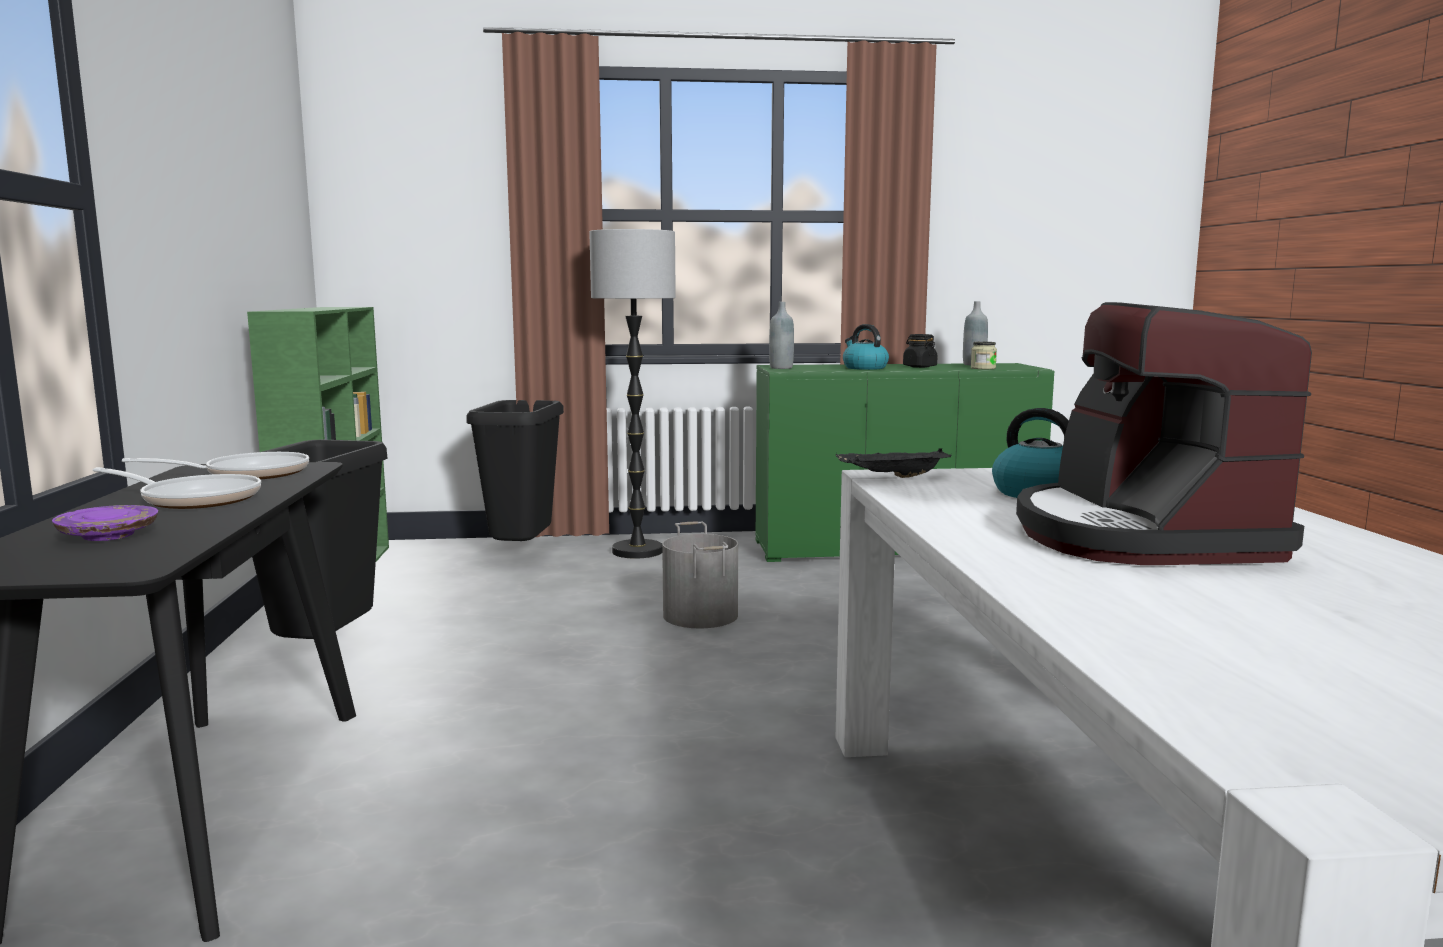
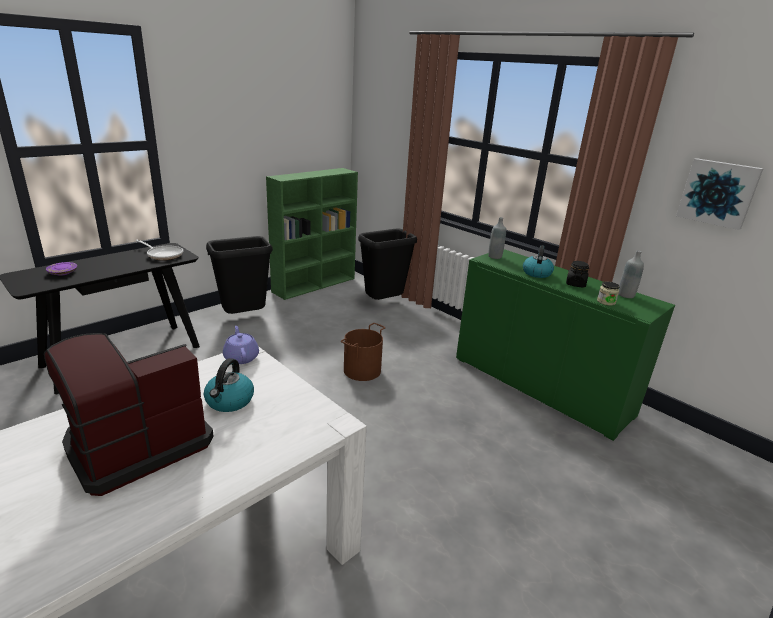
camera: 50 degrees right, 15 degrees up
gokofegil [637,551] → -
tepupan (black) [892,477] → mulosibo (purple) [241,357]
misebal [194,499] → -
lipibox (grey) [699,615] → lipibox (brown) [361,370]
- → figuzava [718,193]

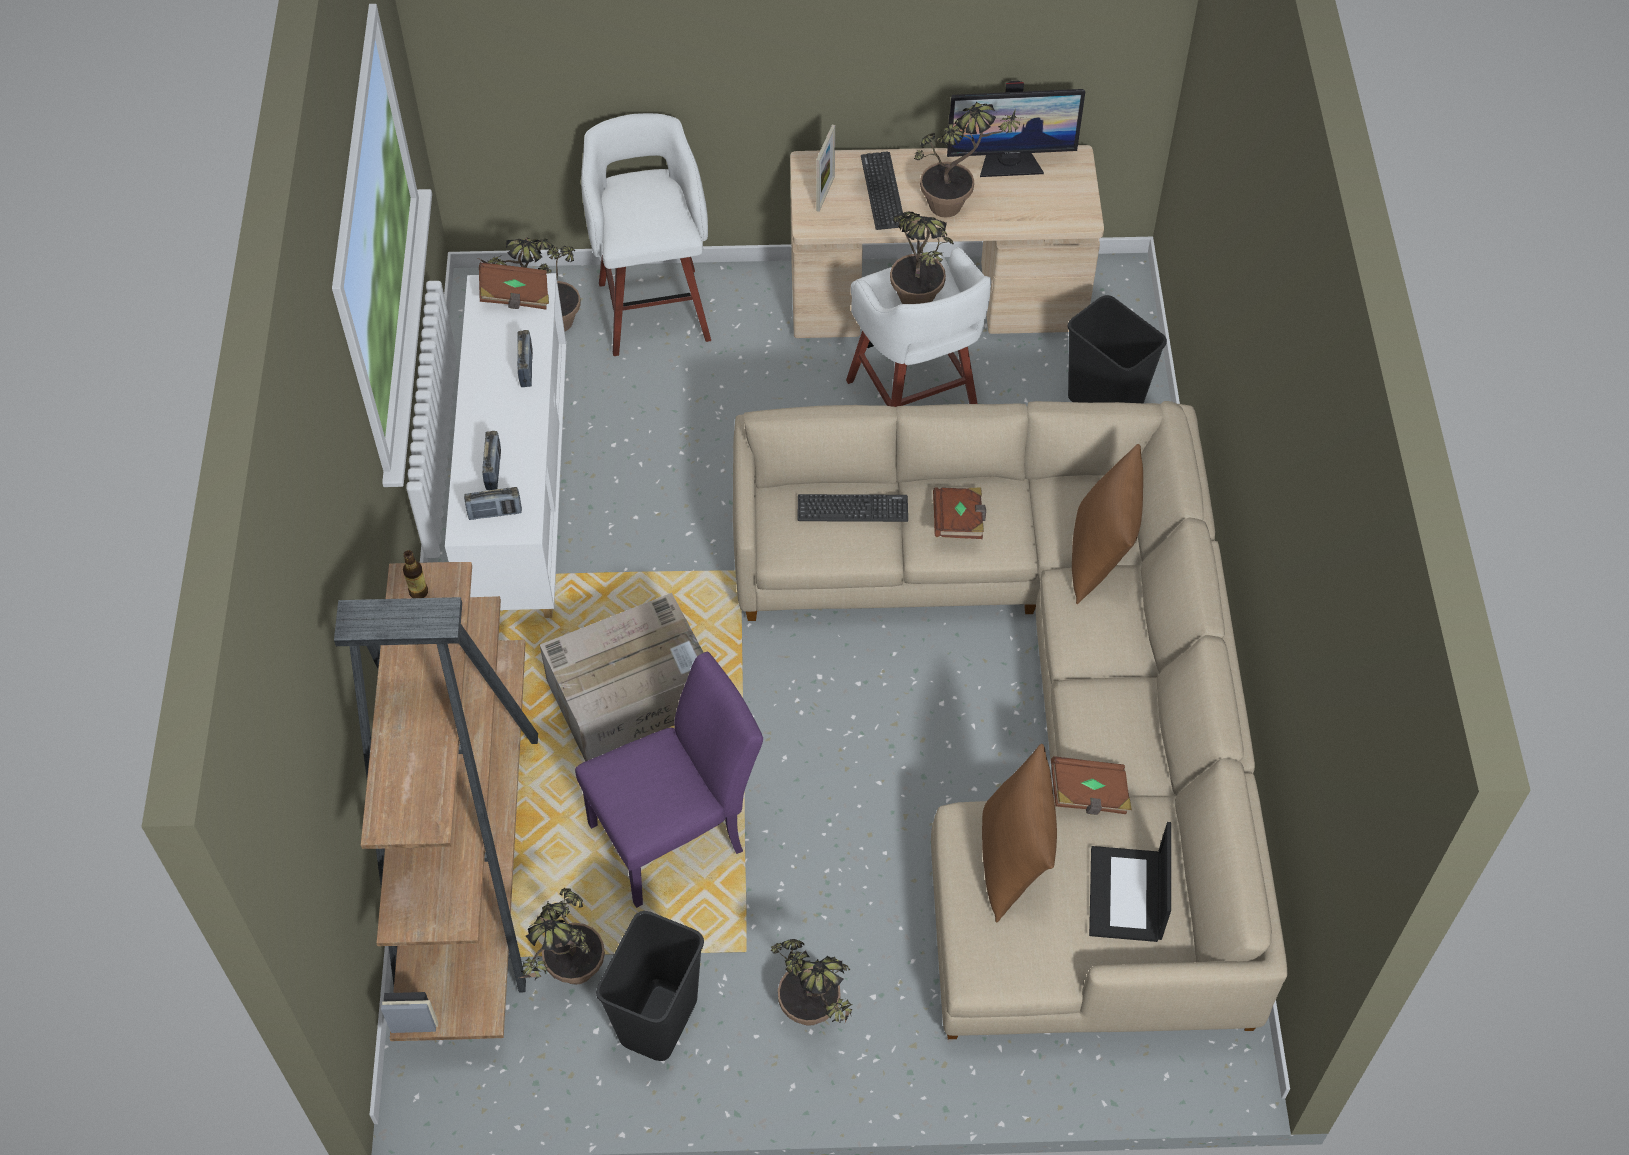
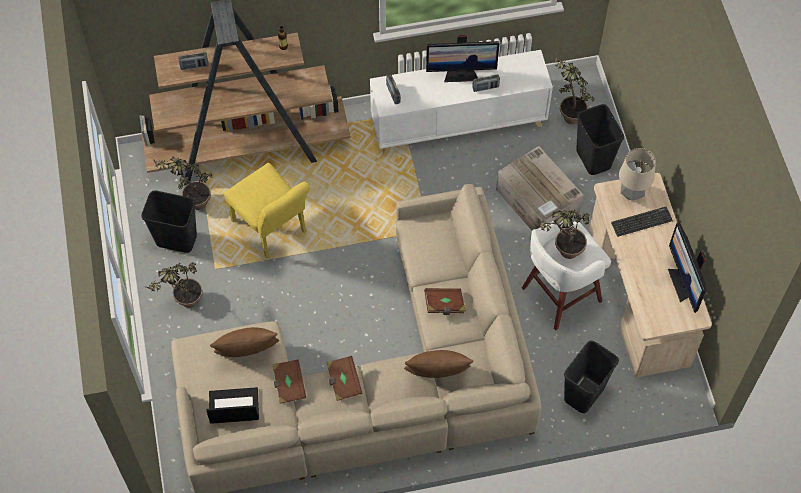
camera: 80 degrees right, 5 degrees up
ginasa [957,207] → -
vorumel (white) [654,307] → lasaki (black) [594,159]
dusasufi [825,193] → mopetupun [631,194]
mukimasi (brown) [515,297] → mukimasi (brown) [343,382], move
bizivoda [493,470] → bizivoda [194,66], move
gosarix [852,508] → -
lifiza [633,694] → lifiza [538,202], move
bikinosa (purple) [678,833] → bikinosa (yellow) [272,230]
- → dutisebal [460,74]

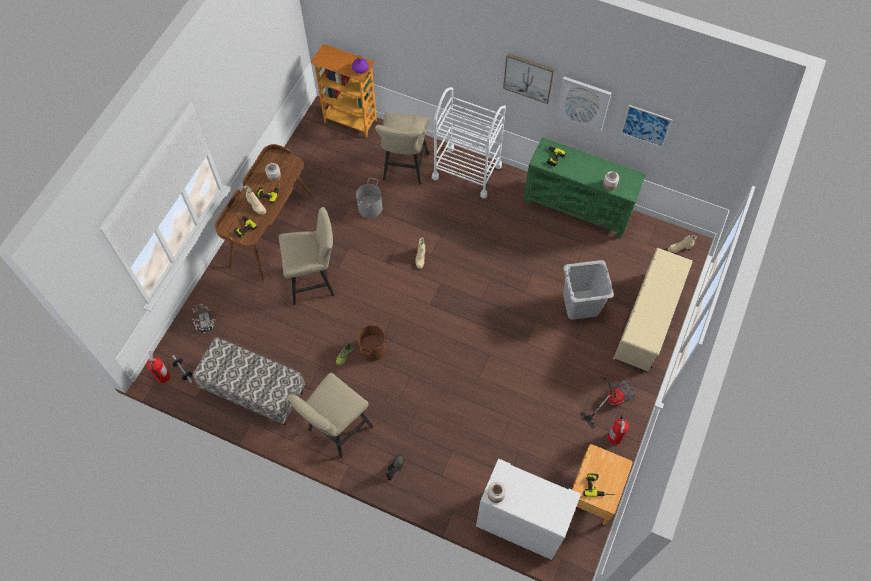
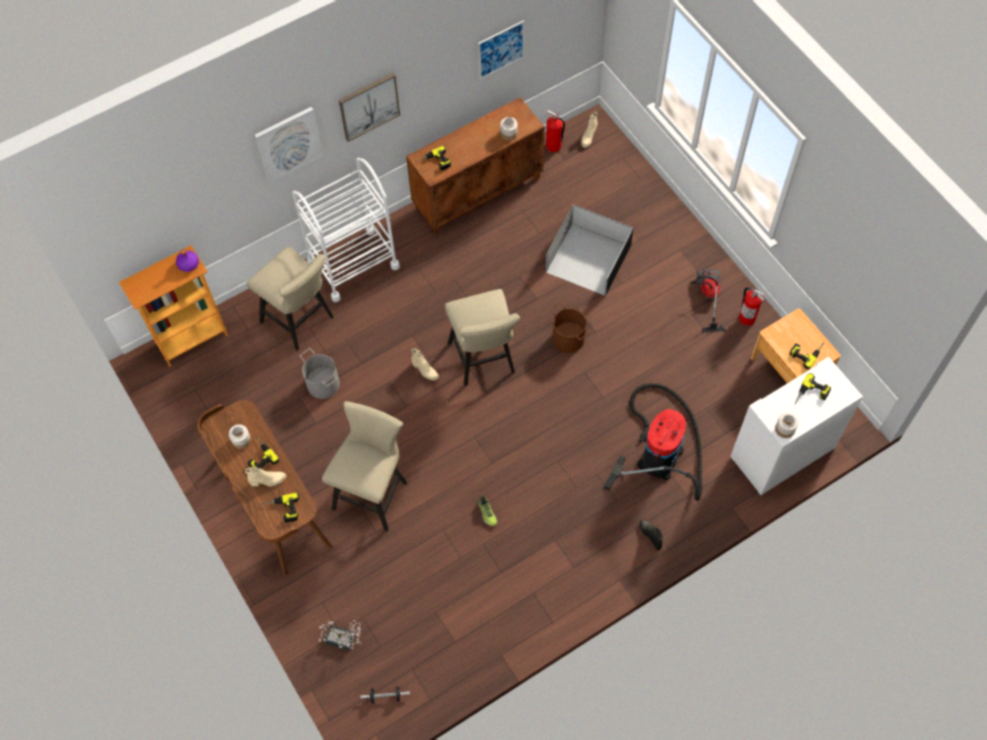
camera: 55 degrees left, 0 degrees up
figuzava [583,103] → figuzava [288,143], move
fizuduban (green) [577,208] → fizuduban (brown) [478,192]
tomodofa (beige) [646,322] → -
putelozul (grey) [580,304] → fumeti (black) [587,258]
lipibox (brown) [372,348] → lipibox (brown) [568,338], move
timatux [254,391] → -
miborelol [162,377] → miborelol [553,146], move
vorumel (beige) [336,430] → vorumel (beige) [483,361], move
- → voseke [811,395]
- → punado [661,452]

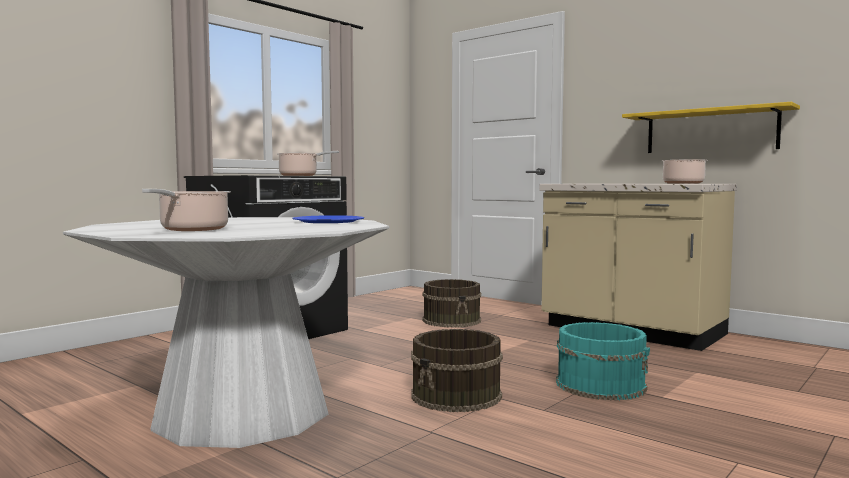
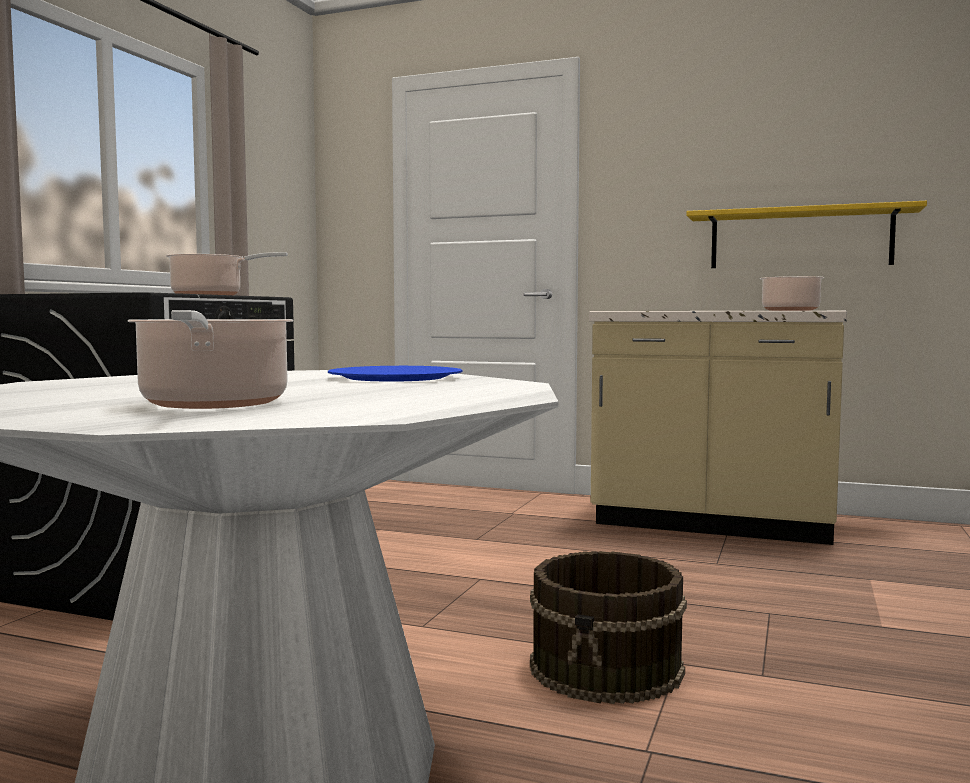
camera: 20 degrees left, 0 degrees up
lipibox (brown) [452,320] → -
lipibox (turquoise) [601,385] → -

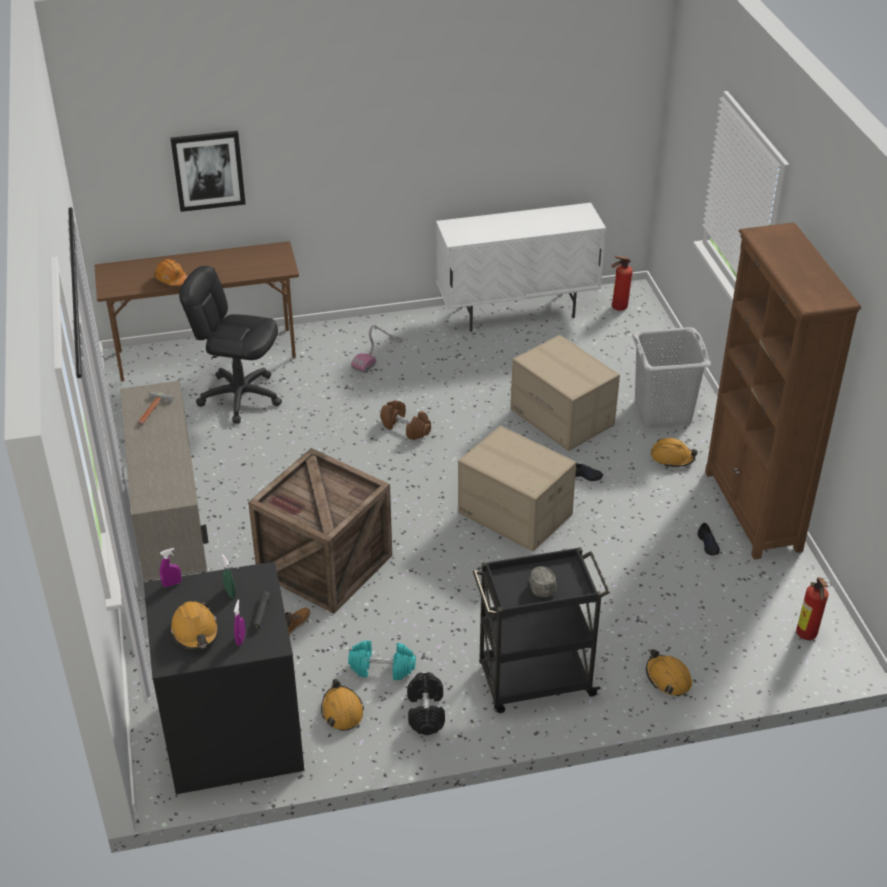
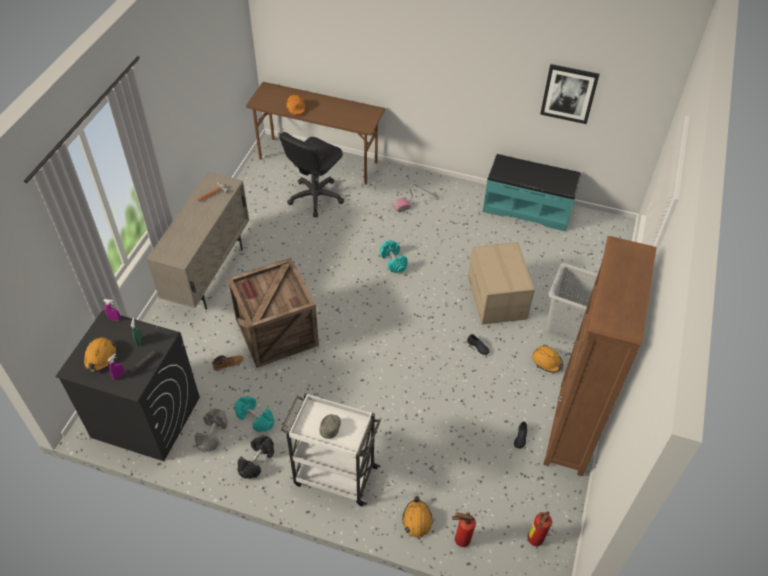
camera: 30 degrees right, 10 degrees up
figuzava [208,170] → figuzava [569,93], move
fizuduban (white) [517,312] → timatux (turquoise) [527,208]
miborelol [617,308] → miborelol [459,540], move
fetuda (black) [240,396] → fetuda (black) [315,197], 105 degrees counterclockwise
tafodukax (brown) [406,428] → tafodukax (turquoise) [393,261]
lifiza [514,514] → -
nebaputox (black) [534,681] → nebaputox (white) [334,475]
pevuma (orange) [342,711] → tafodukax (grey) [212,434]

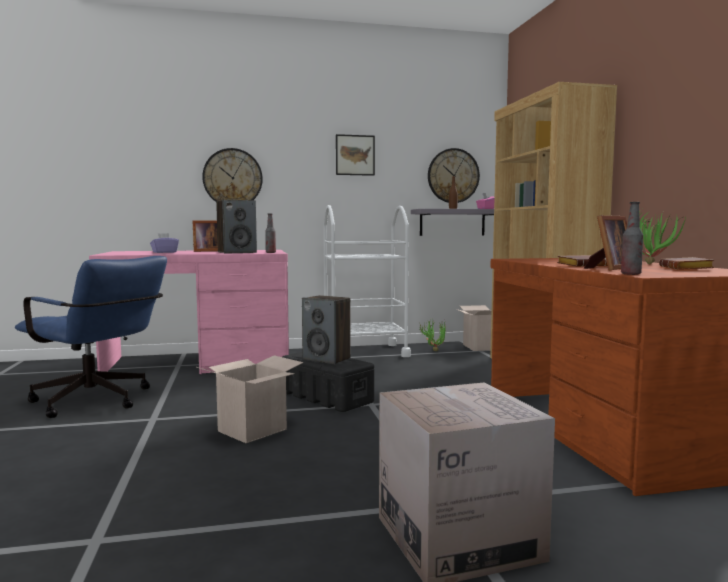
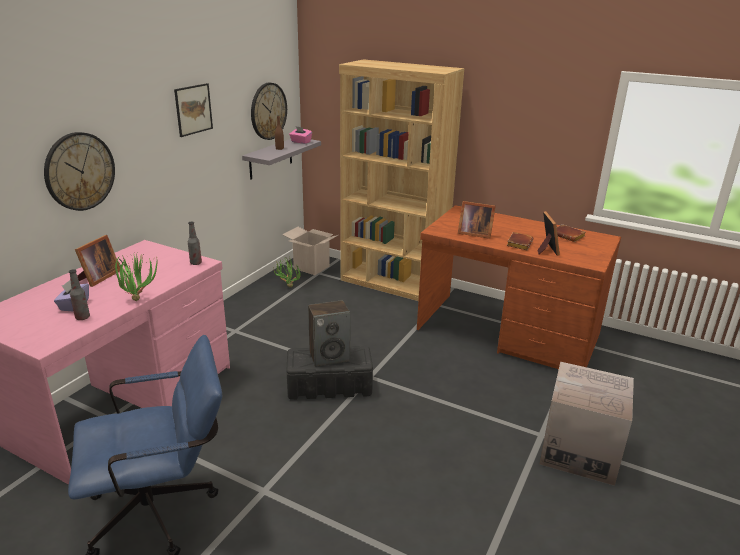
camera: 50 degrees left, 20 degrees up
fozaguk [237,252] → -
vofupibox [630,274] → vofupibox [82,317], move
nebaputox (white) [364,352] → -
ginasa [652,263] → ginasa [138,297], move
lifiza [252,430] → -
- → dusasufi [474,233]

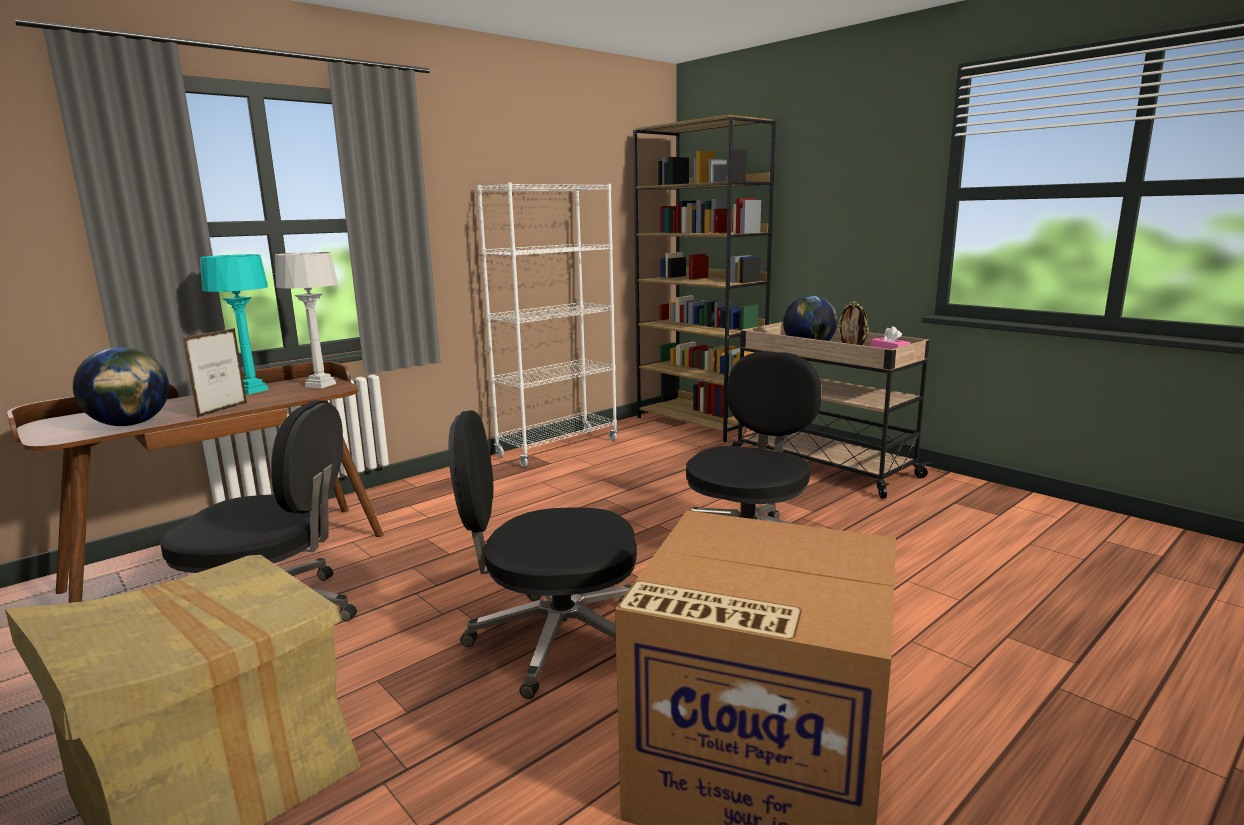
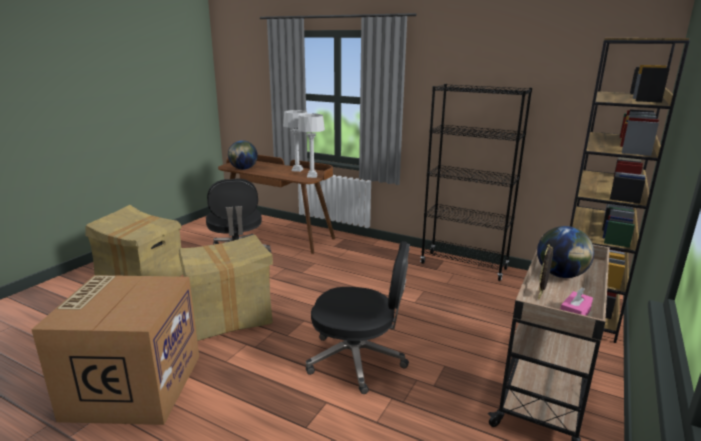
camera: 70 degrees right, 5 degrees up
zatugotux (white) [558,448] → zatugotux (black) [464,266]
mopetupun (turquoise) [252,390] → mopetupun (grey) [297,170]
dusasufi [223,410] → -
fetuda (black) [555,639] → lifiza [229,316]

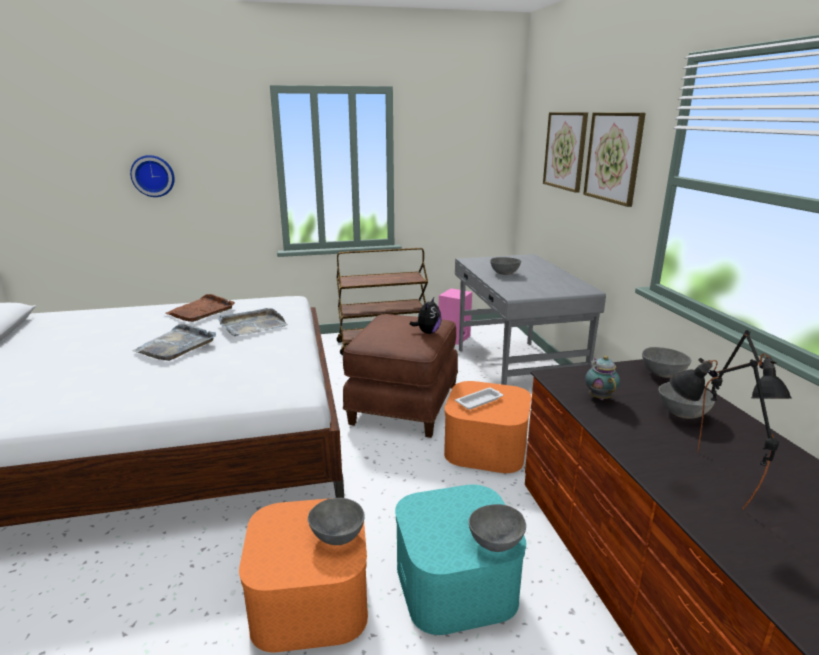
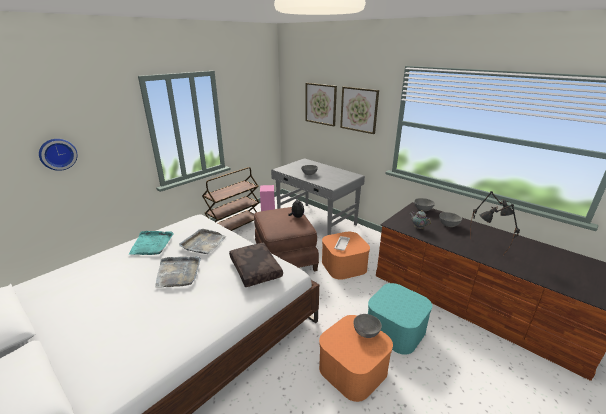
camera: 35 degrees left, 5 degrees up
tepupan (brown) [201,311] → tepupan (turquoise) [152,244]
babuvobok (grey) [497,543] → -
- → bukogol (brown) [254,269]

